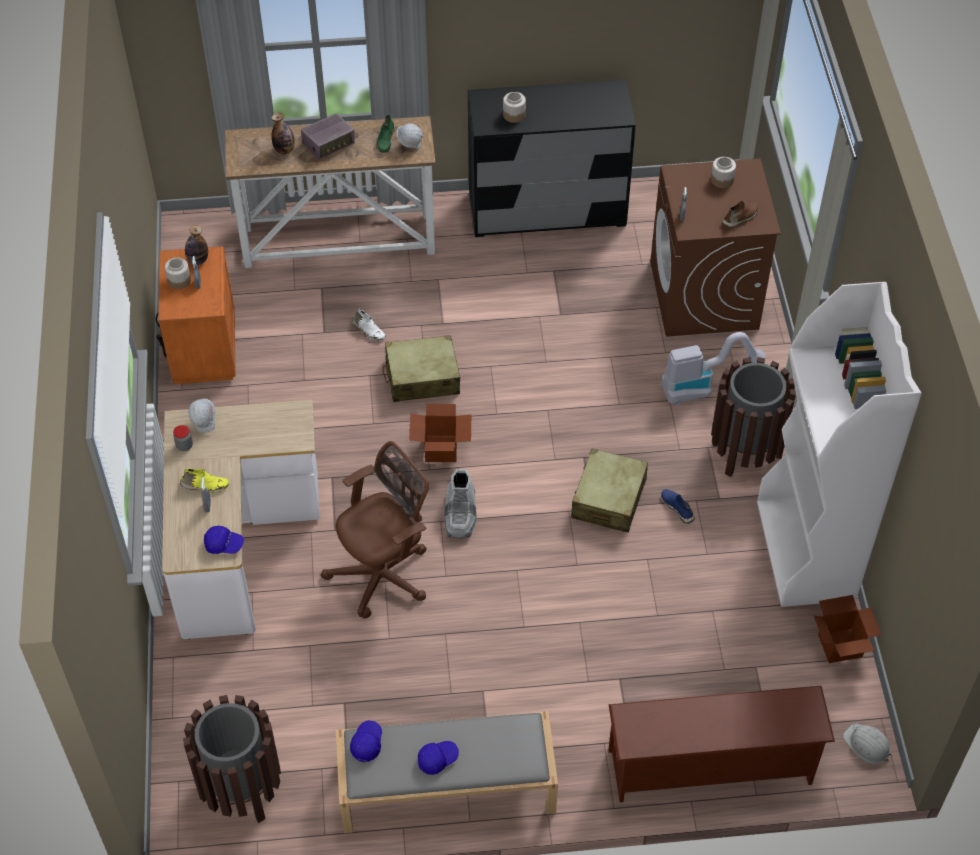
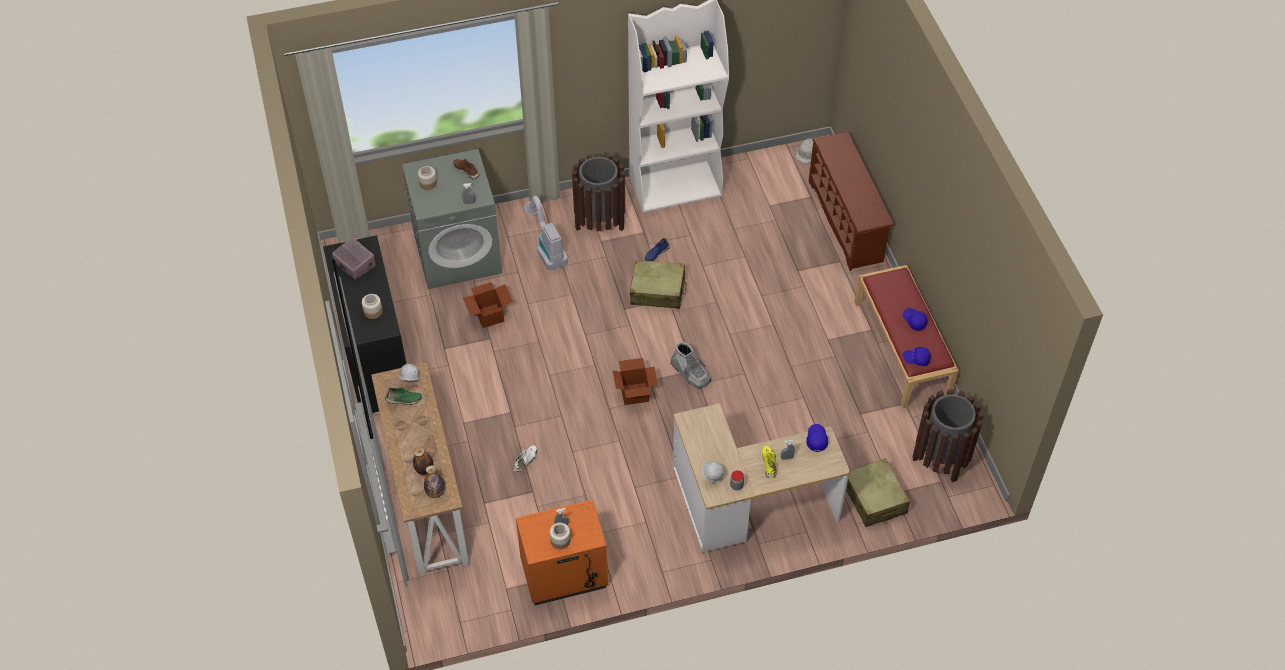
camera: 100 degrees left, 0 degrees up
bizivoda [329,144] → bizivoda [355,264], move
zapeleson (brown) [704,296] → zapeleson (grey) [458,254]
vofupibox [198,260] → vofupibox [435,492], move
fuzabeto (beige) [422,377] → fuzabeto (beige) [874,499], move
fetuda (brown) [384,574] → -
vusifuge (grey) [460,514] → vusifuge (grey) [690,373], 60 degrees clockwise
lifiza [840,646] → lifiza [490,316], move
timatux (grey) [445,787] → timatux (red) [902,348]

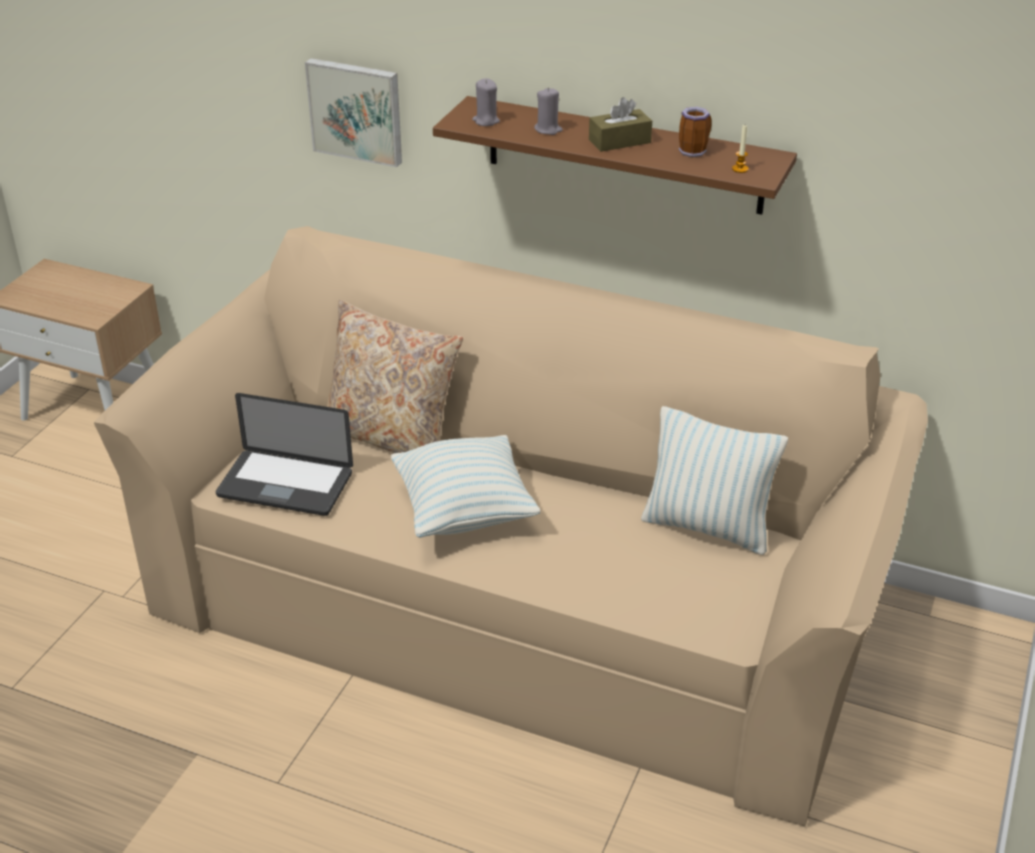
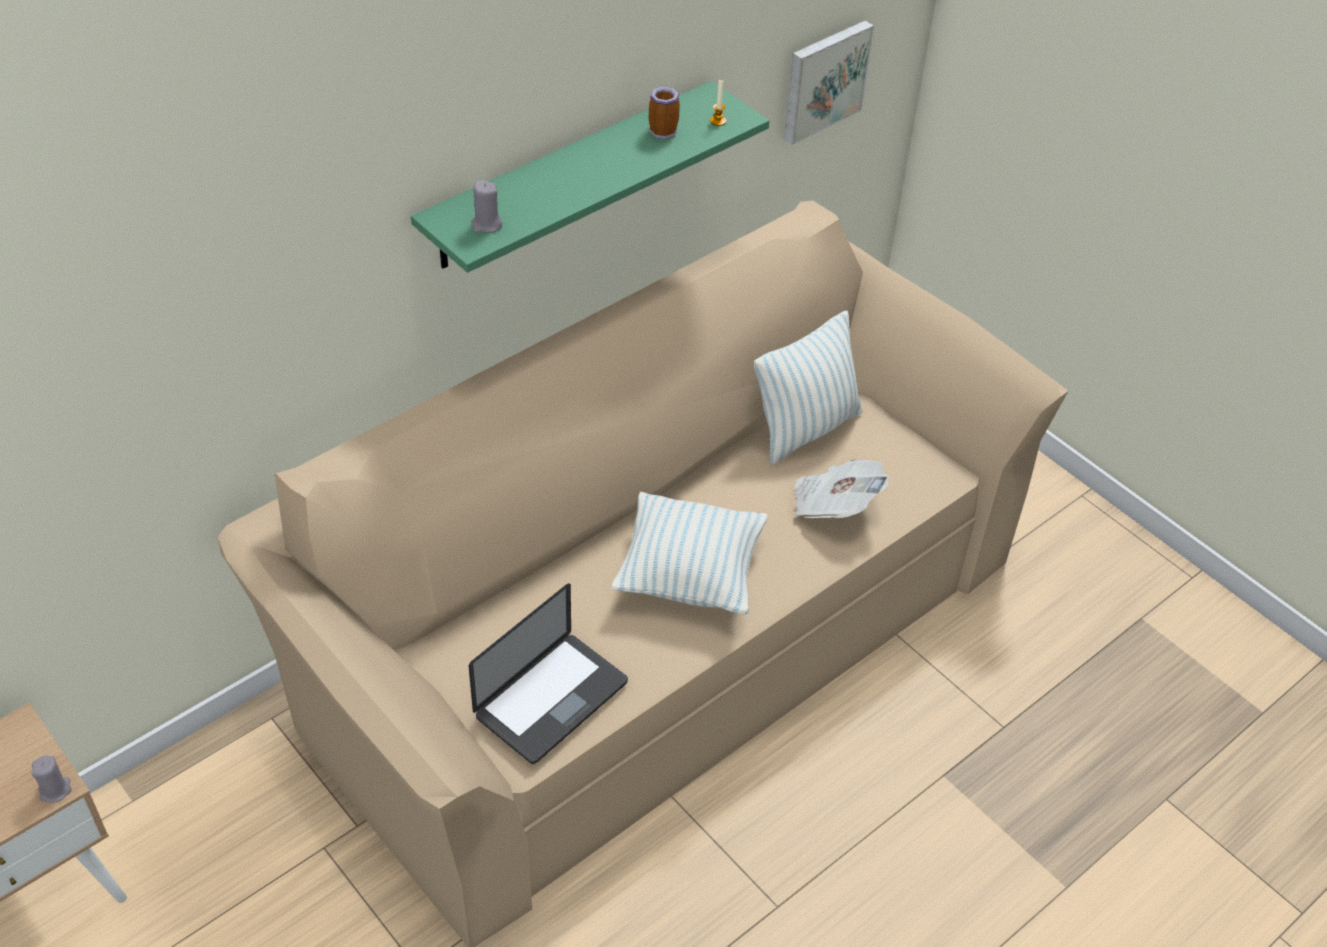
camera: 65 degrees left, 10 degrees up
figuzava [356,110] → figuzava [824,80], move
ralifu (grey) [548,129] → ralifu (grey) [55,790], move
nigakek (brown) [624,155] → nigakek (green) [569,176]
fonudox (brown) [619,141] → -
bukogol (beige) [392,438] → -
- → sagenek [834,505]

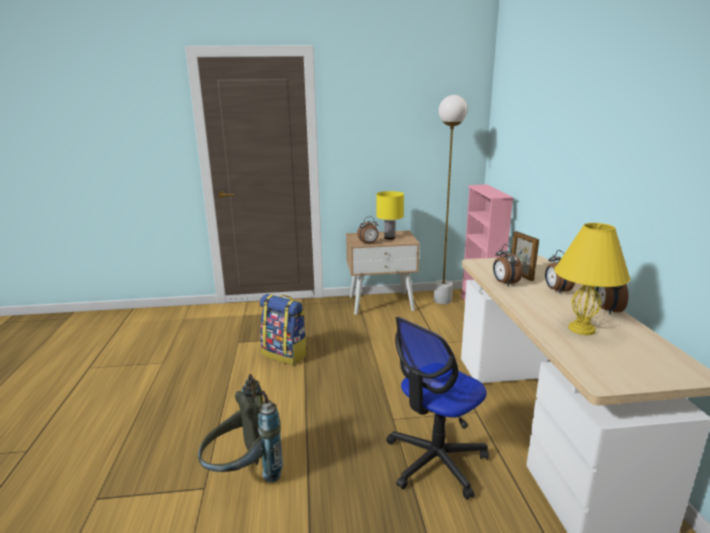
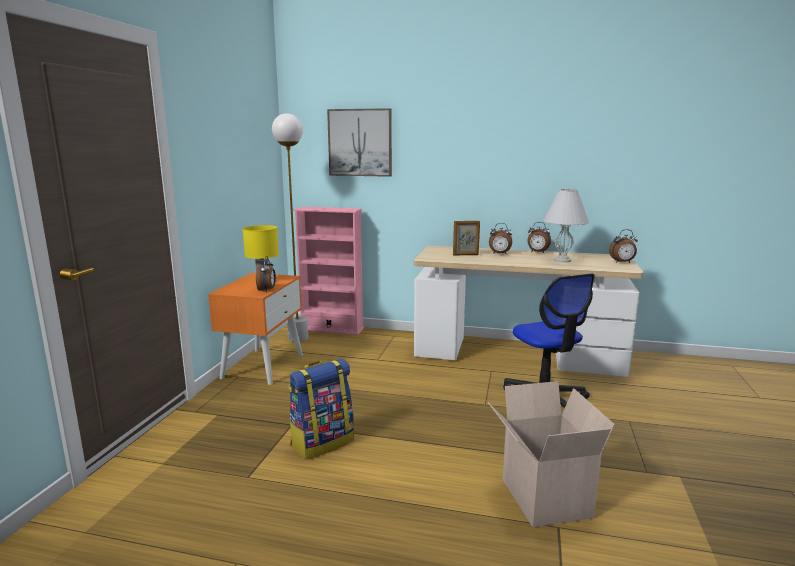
camera: 70 degrees left, 5 degrees down
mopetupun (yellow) [582,329] → mopetupun (white) [562,260]
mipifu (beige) [381,303] → mipifu (orange) [263,365]
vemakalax [504,283] → vemakalax [622,262], move
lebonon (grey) [243,475] → lifiza [542,497]
- → figuzava [360,142]

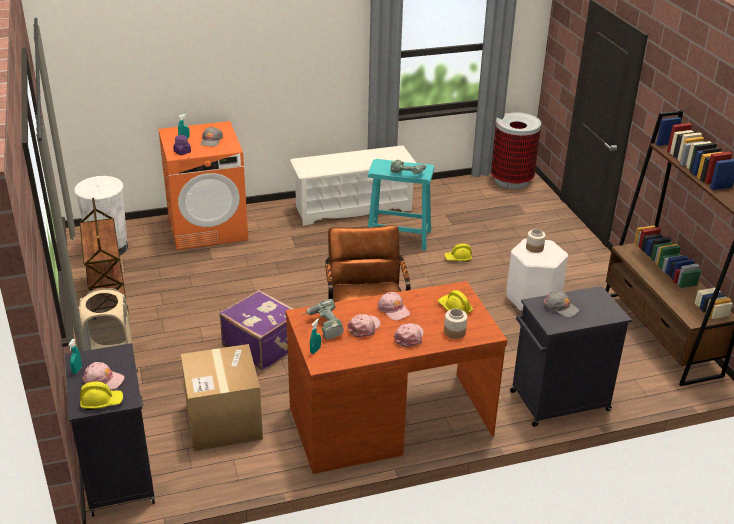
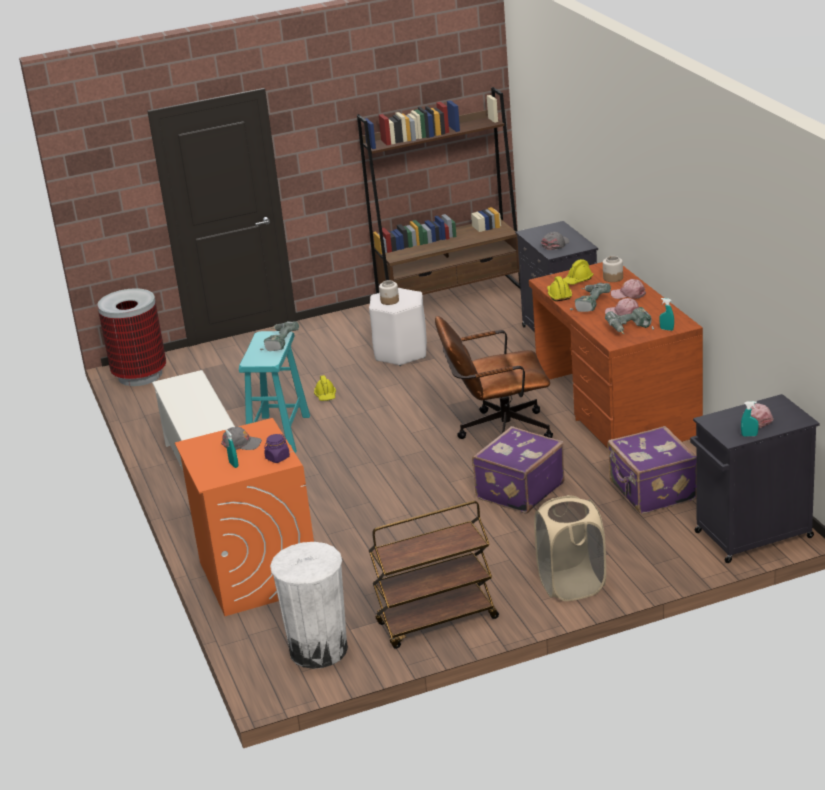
camera: 90 degrees left, 5 degrees down
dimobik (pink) [393,310] → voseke [589,304]
lifiza [224,422] → fuzabeto (purple) [651,492]
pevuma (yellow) [101,402] → pevuma (yellow) [559,295], move

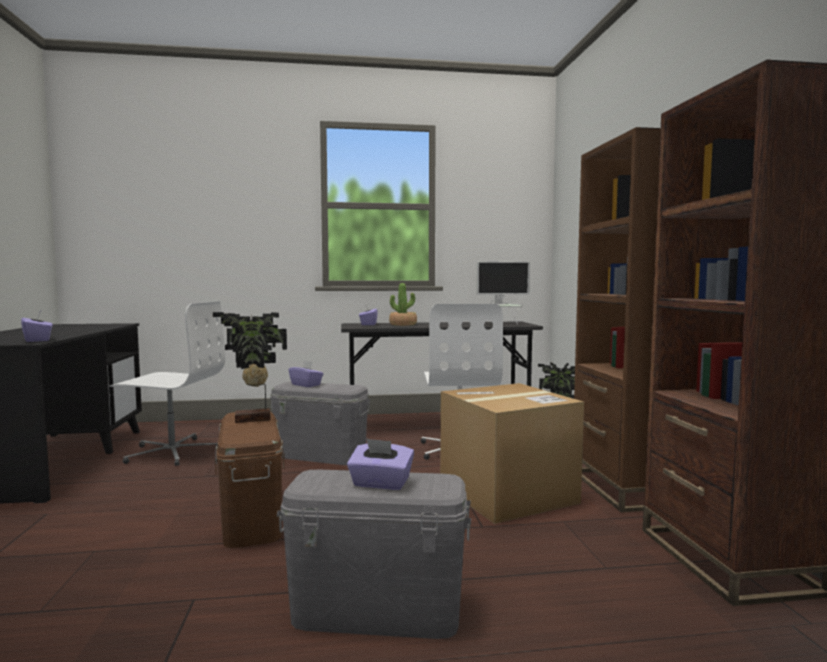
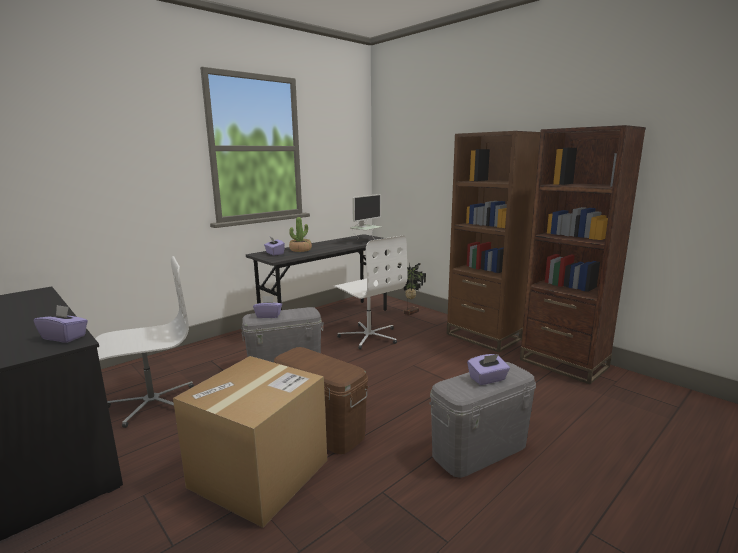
camera: 35 degrees left, 10 degrees up
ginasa [253,420] → -
lifiza [507,493] → lifiza [259,473], move

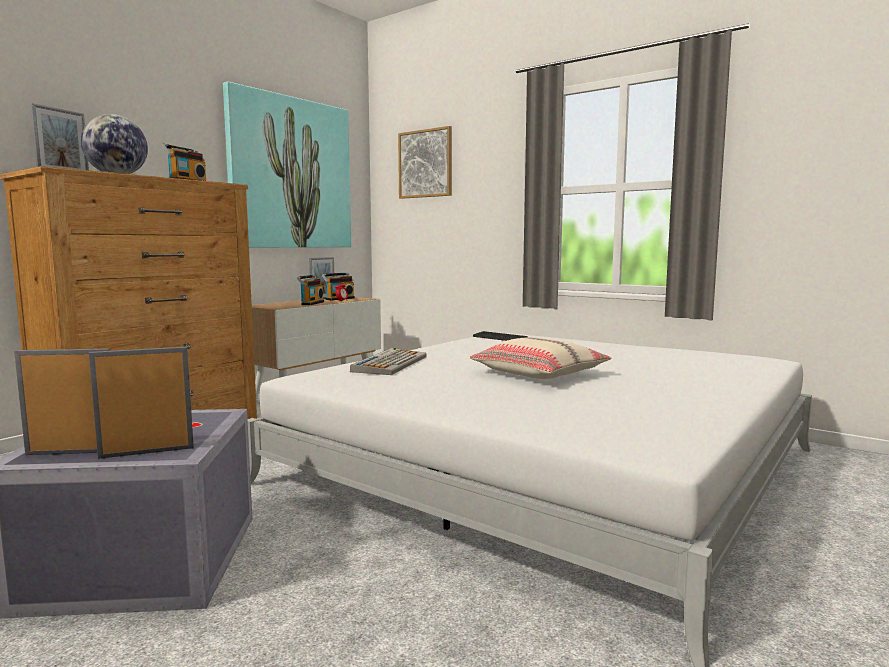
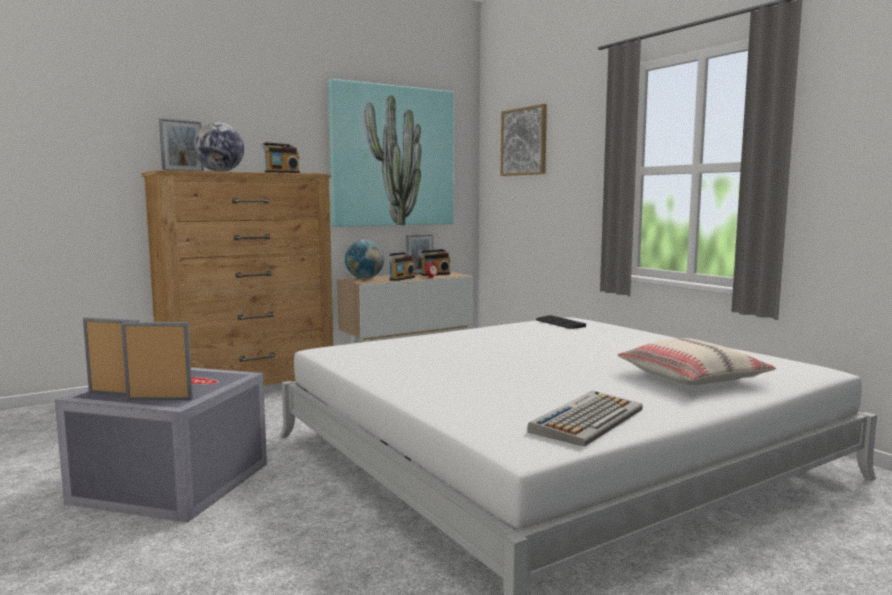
camera: 20 degrees right, 0 degrees up
bukogol (beige) [539,373] → bukogol (beige) [692,377], move
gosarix [390,363] → gosarix [587,419], move
- → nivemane [365,278]

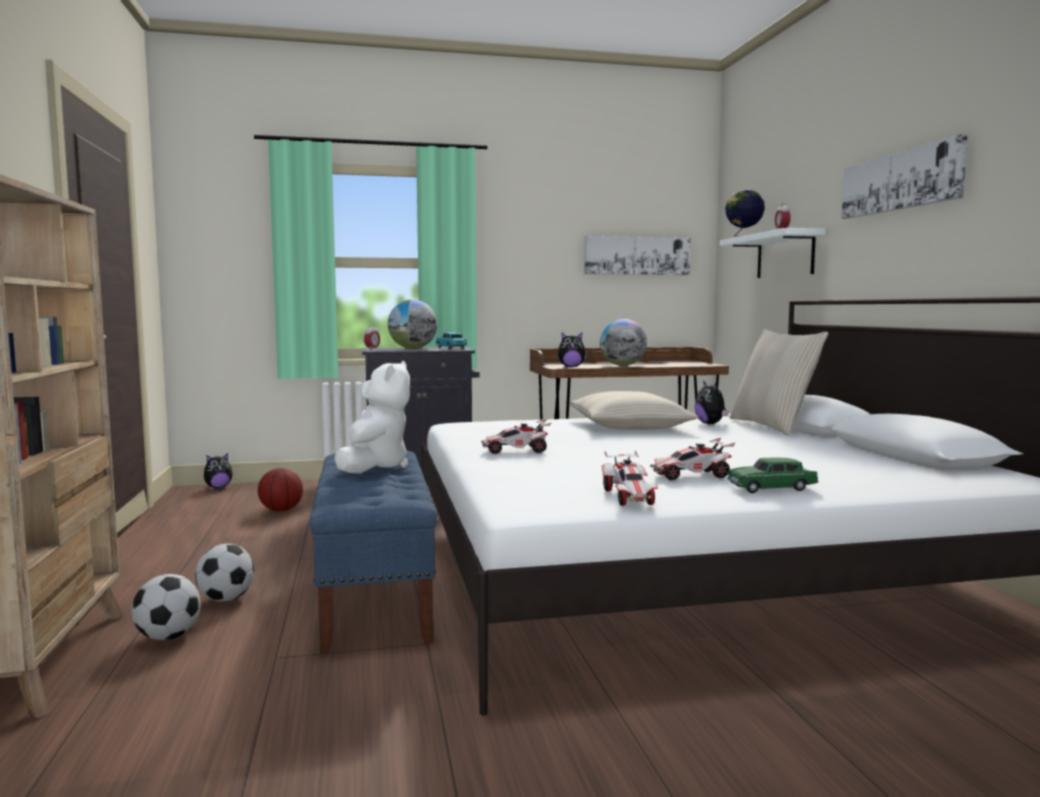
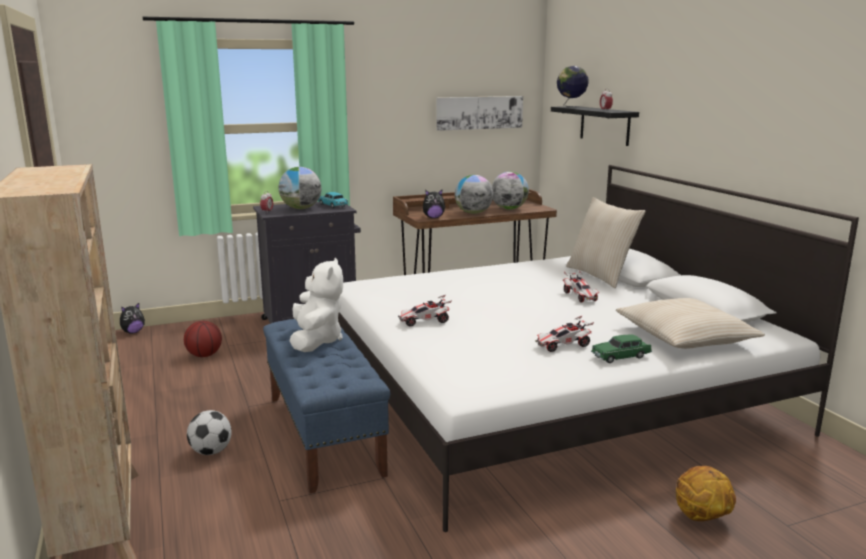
camera: 10 degrees left, 10 degrees up
figuzava [901,181] → -
nigakek (white) [785,255] → nigakek (black) [604,125]
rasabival [711,424] → -
bukogol (beige) [629,426] → bukogol (beige) [684,337], move
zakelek [629,497] → zakelek [580,296], move
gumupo [168,636] → -
- → nivemane [509,209]
- → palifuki [701,517]

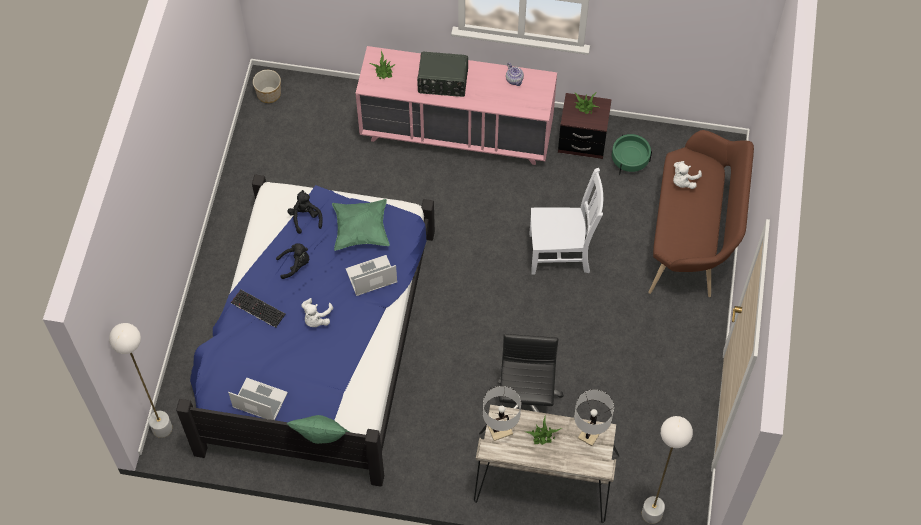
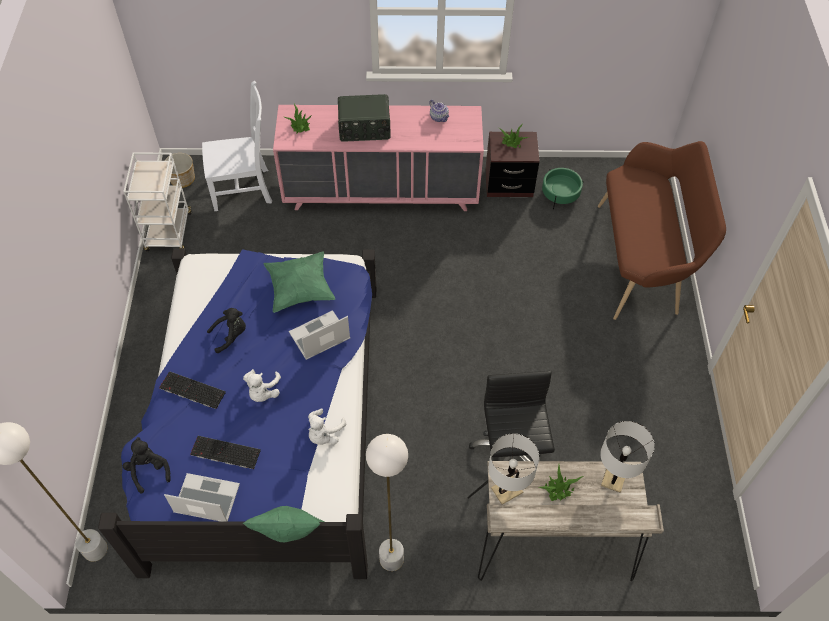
camera: 10 degrees left, 5 degrees down
rasabival (white) [683,181] → rasabival (white) [324,434], move
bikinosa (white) [562,253] → bikinosa (white) [244,189], move
rasabival (black) [305,218] → rasabival (black) [148,470], move
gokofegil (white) [651,513] → gokofegil (white) [391,559], move
- → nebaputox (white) [169,233]
- → gosarix [224,453]

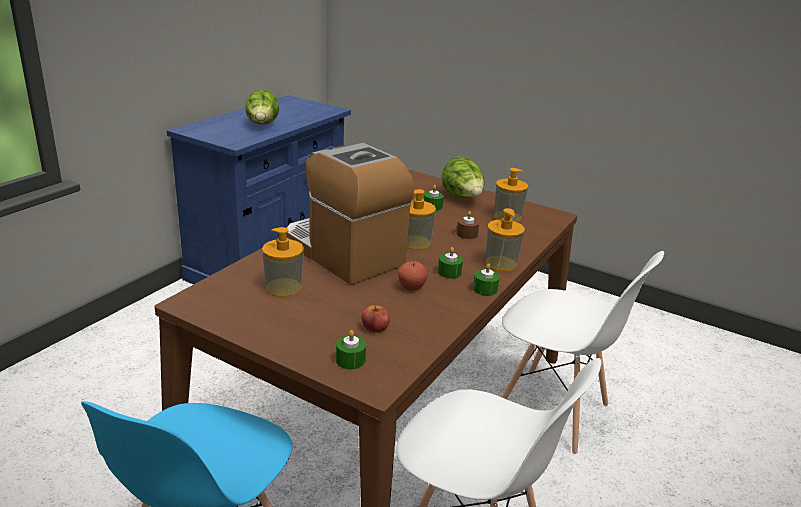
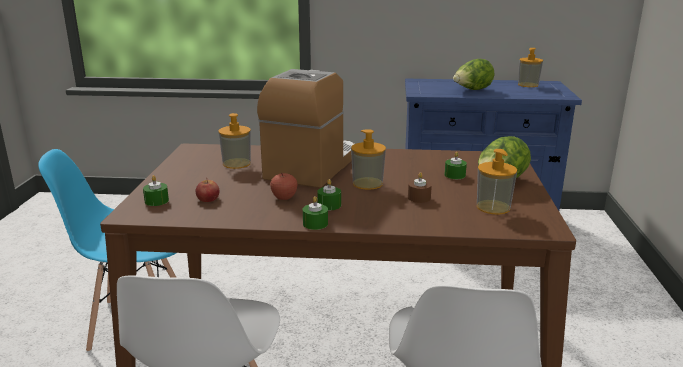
camera: 65 degrees right, 5 degrees down
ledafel [500,263] → ledafel [528,85], move

